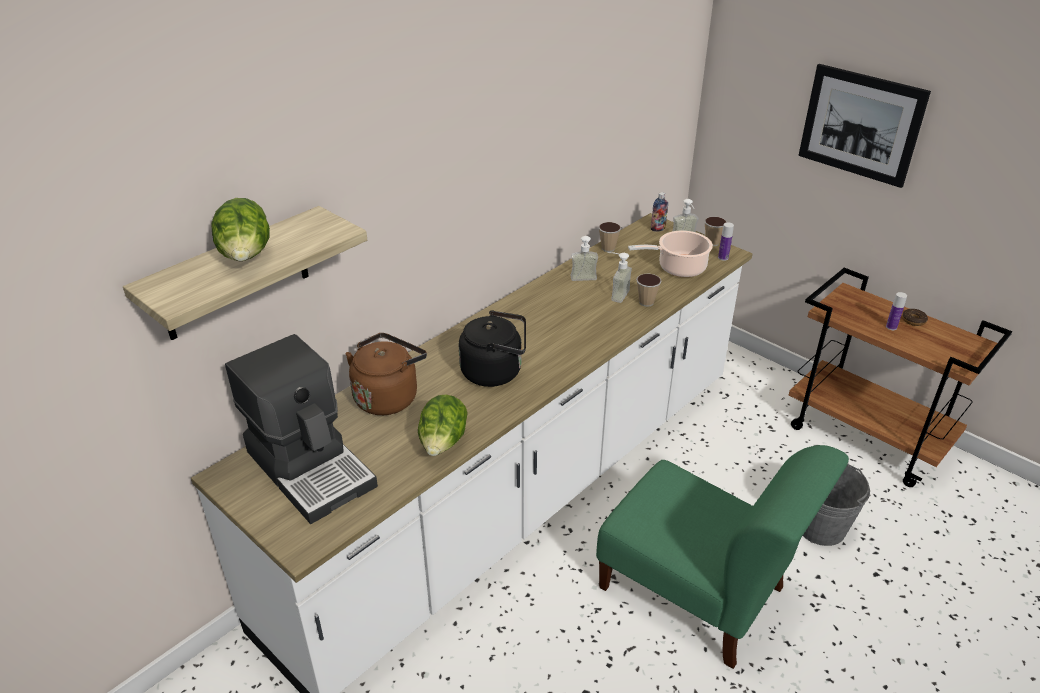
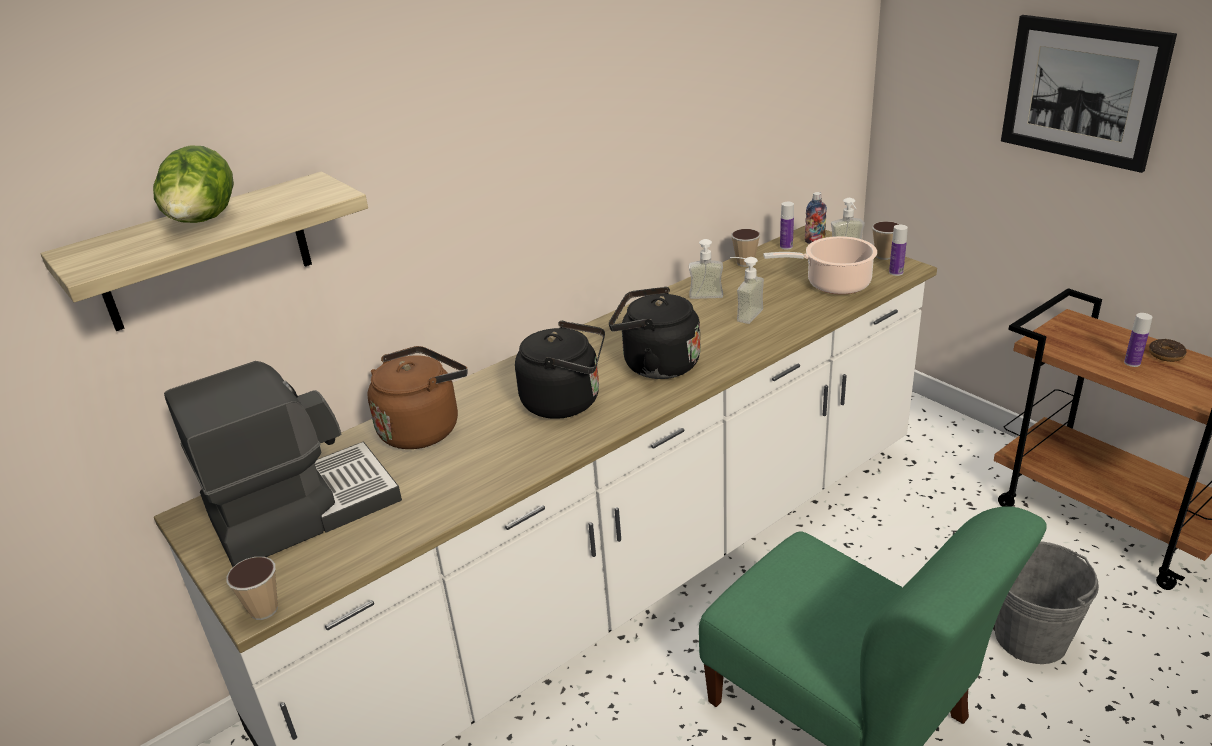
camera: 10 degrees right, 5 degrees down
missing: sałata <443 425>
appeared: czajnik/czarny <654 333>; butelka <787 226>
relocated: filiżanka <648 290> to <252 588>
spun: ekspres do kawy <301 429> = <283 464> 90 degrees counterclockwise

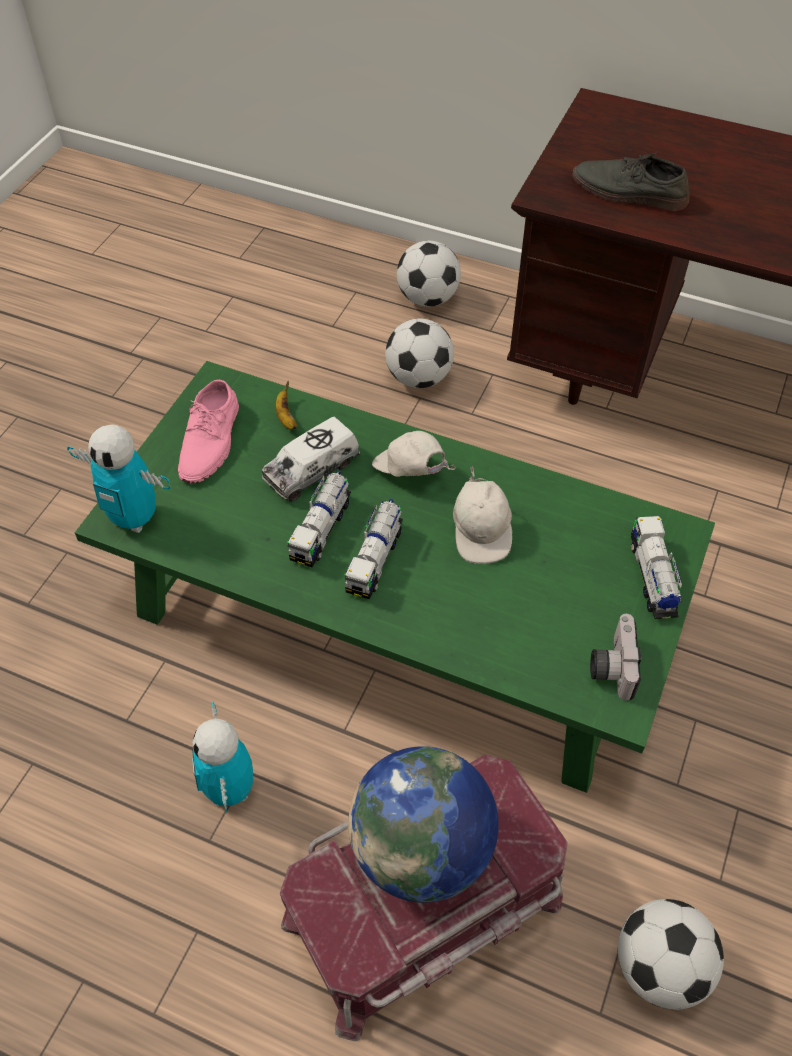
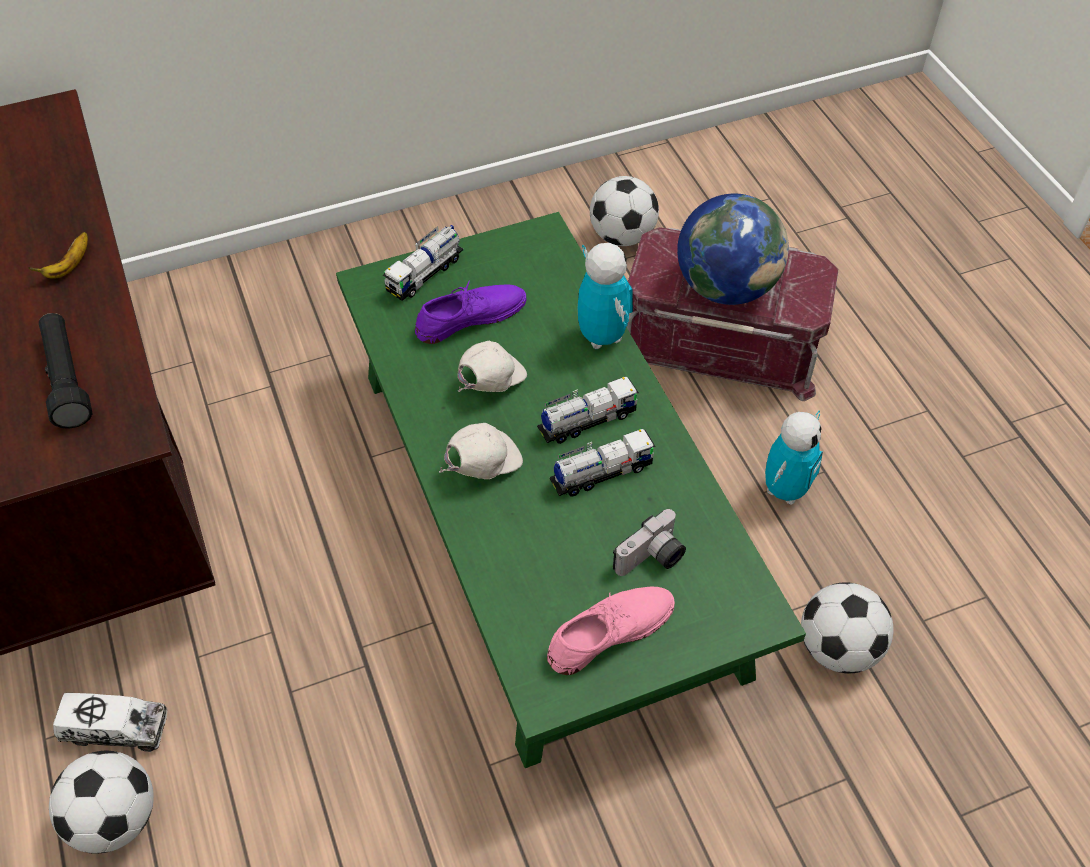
camera: 135 degrees left, 0 degrees up
appeared: but/fioletowy <471 312>
relocated: robot zabawkowy <118 478> to <605 296>; ciężarówka zabawkowa <311 459> to <110 722>; banan <286 405> to <58 255>; piłka futbolowa <419 353> to <847 627>; aparat fotograficzny <615 657> to <649 542>
exchanged: but/szary <631 181> to latarka/czarny <65 371>
spun: czapka z daszkiem/biały <414 454> = <481 451> 120 degrees counterclockwise

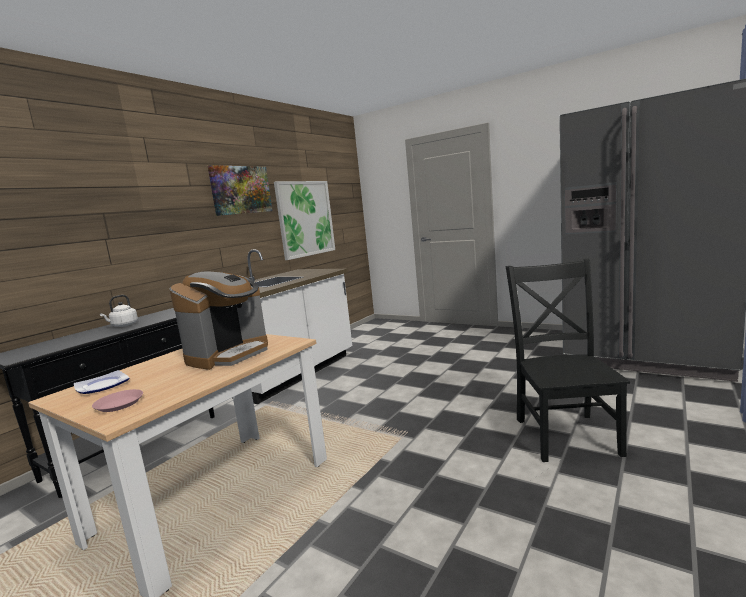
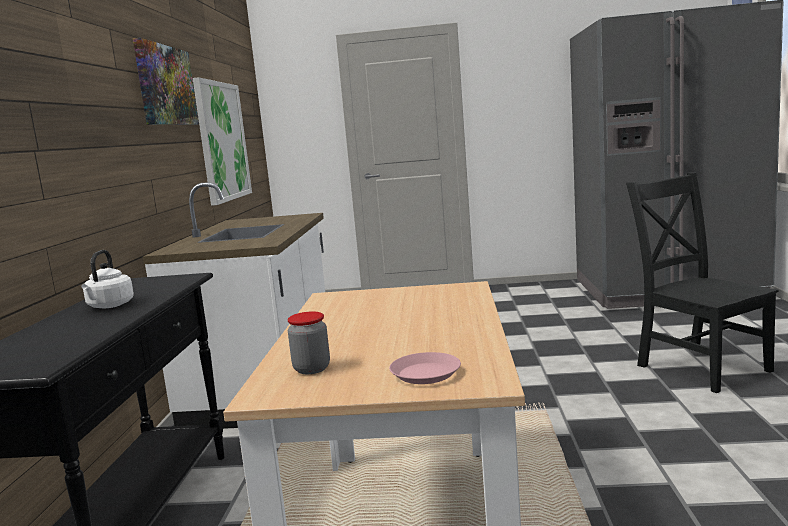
camera: 30 degrees left, 0 degrees up
missing: ekspres do kawy <218 321>
exchanged: talerz <102 382> to słoik <309 342>

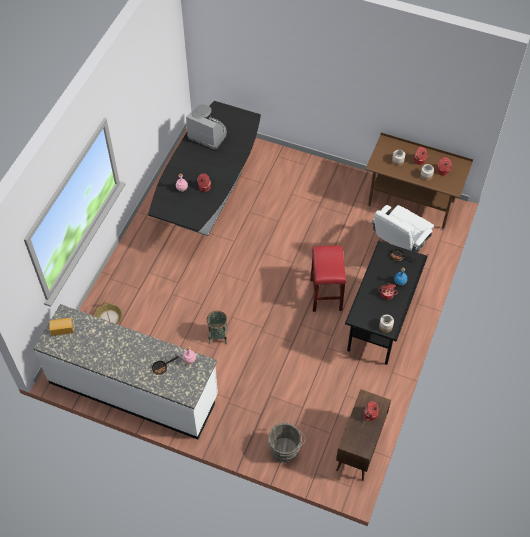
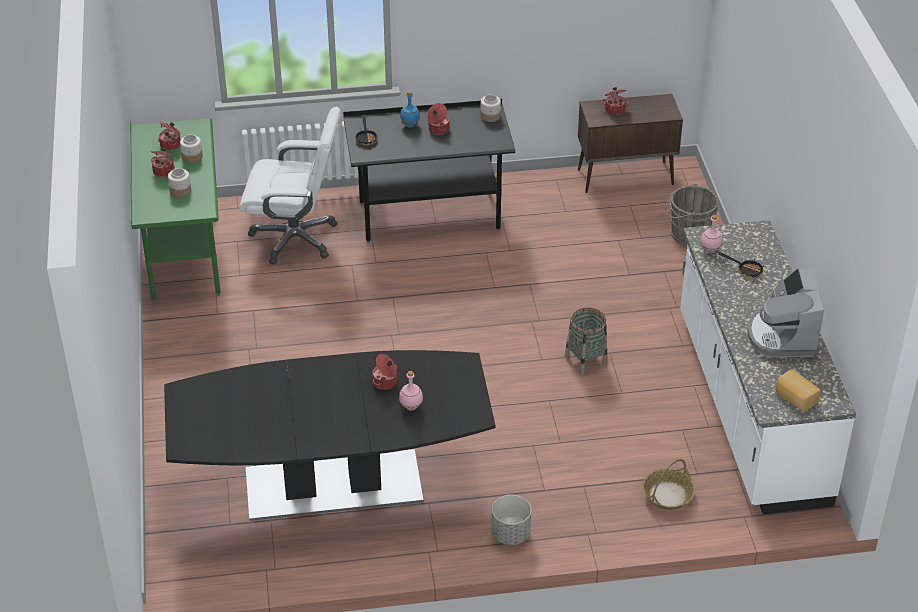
camera: 120 degrees left, 15 degrees down
missing: stołek/czerwony <328 279>
appeared: donica/szary <511 520>
relocated: ekspres do kawy <206 126> to <785 312>
colour: biurko/brązowy <419 181> to biurko/zielony <175 210>

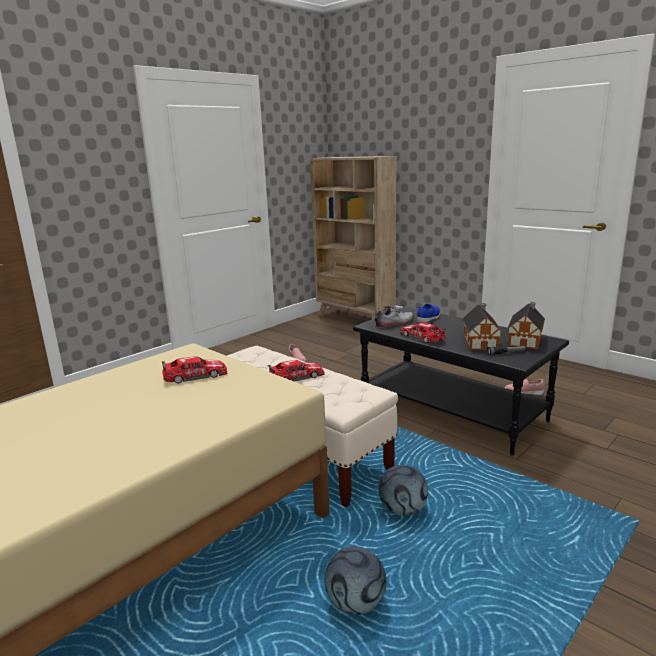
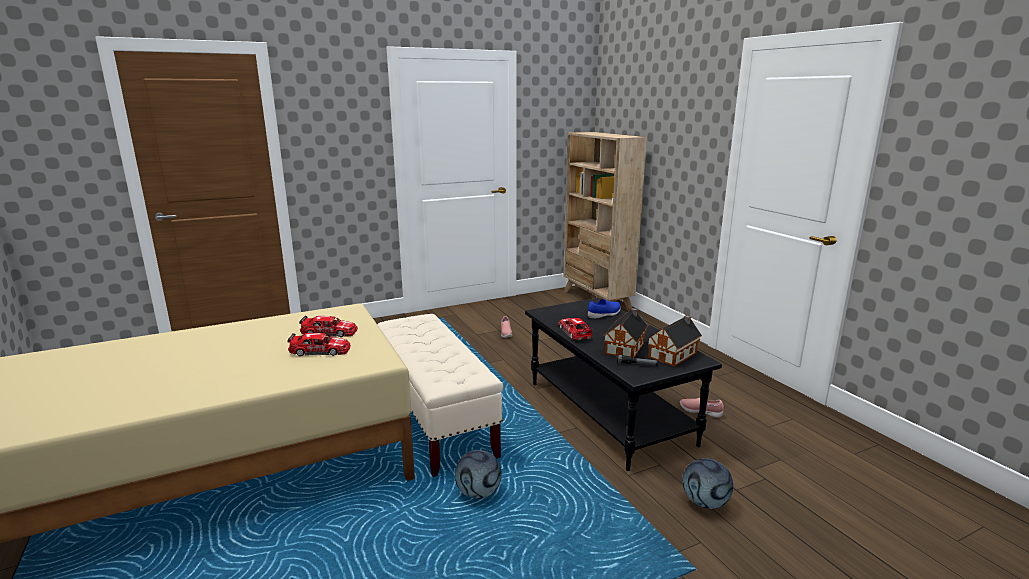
camera: 20 degrees right, 0 degrees up
missing: but <394 317>
relocated: samochodzik <296 371> to <319 344>; piłka futbolowa <355 580> to <708 483>

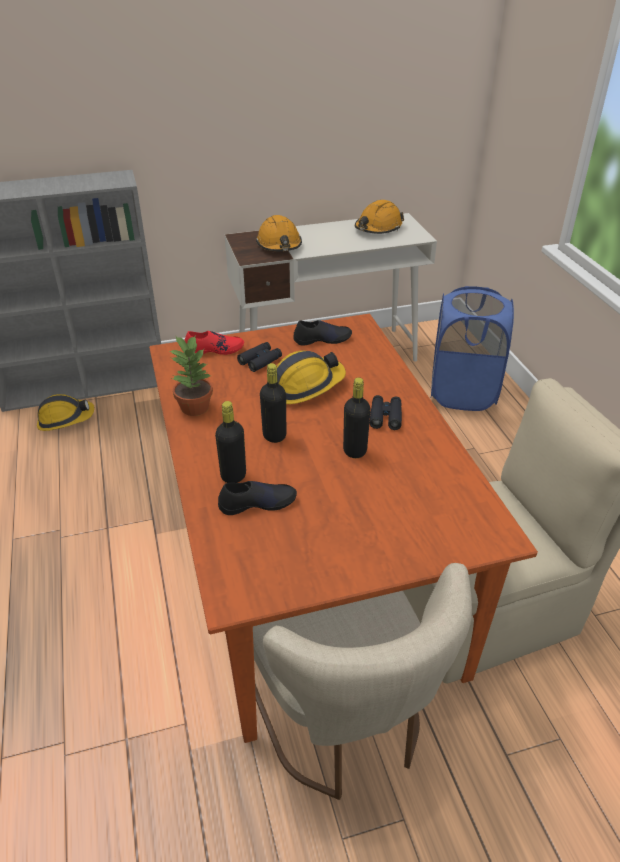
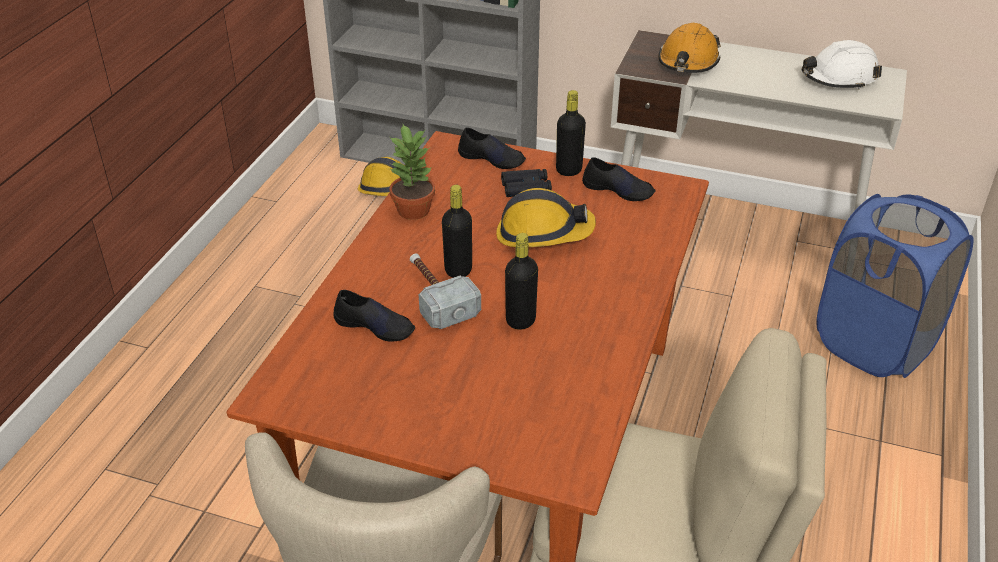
camera: 35 degrees right, 0 degrees up
missing: lornetka/czarny <386 412>
appeared: młotek <445 291>
relocated: butelka/czarny <230 442> to <571 133>
colour: but/czerwony <214 343> to but/czarny <492 148>; kask/pomarańczowy <379 217> to kask/biały <842 65>

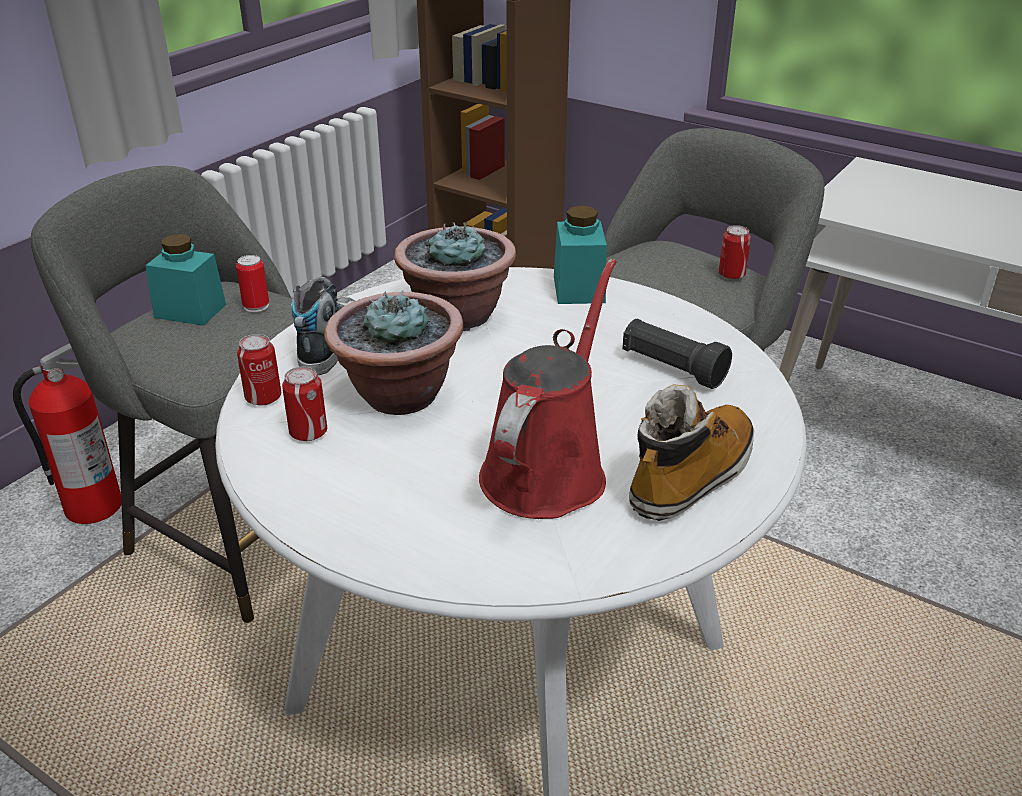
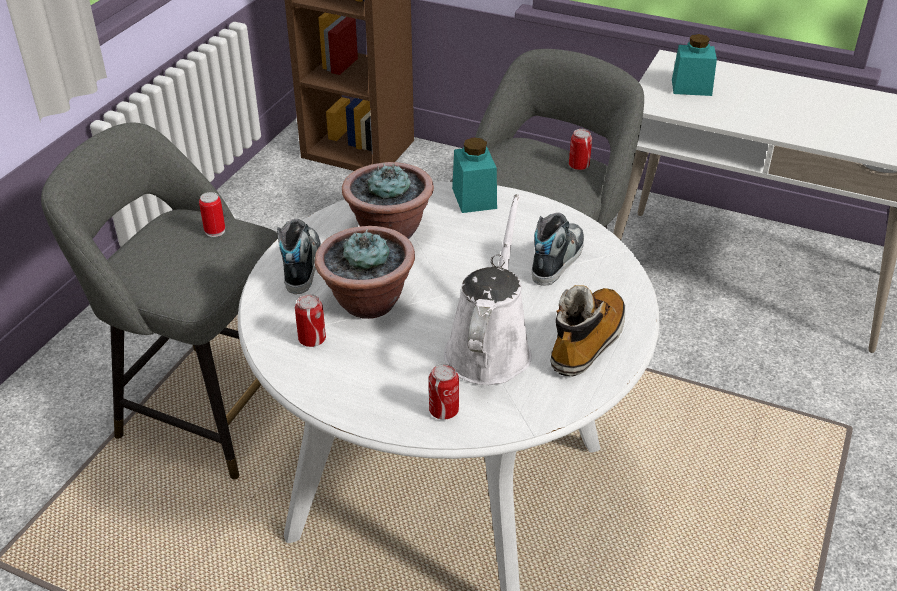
camera: 10 degrees left, 5 degrees up
missing: gaśnica <67 433>
relocated: słoik/turkusowy <185 280> to <694 65>; puszka <259 370> to <444 391>
exchanged: latarka/czarny <677 354> to but <558 249>
colour: konewka/czerwony <547 389> to konewka/biały <488 289>

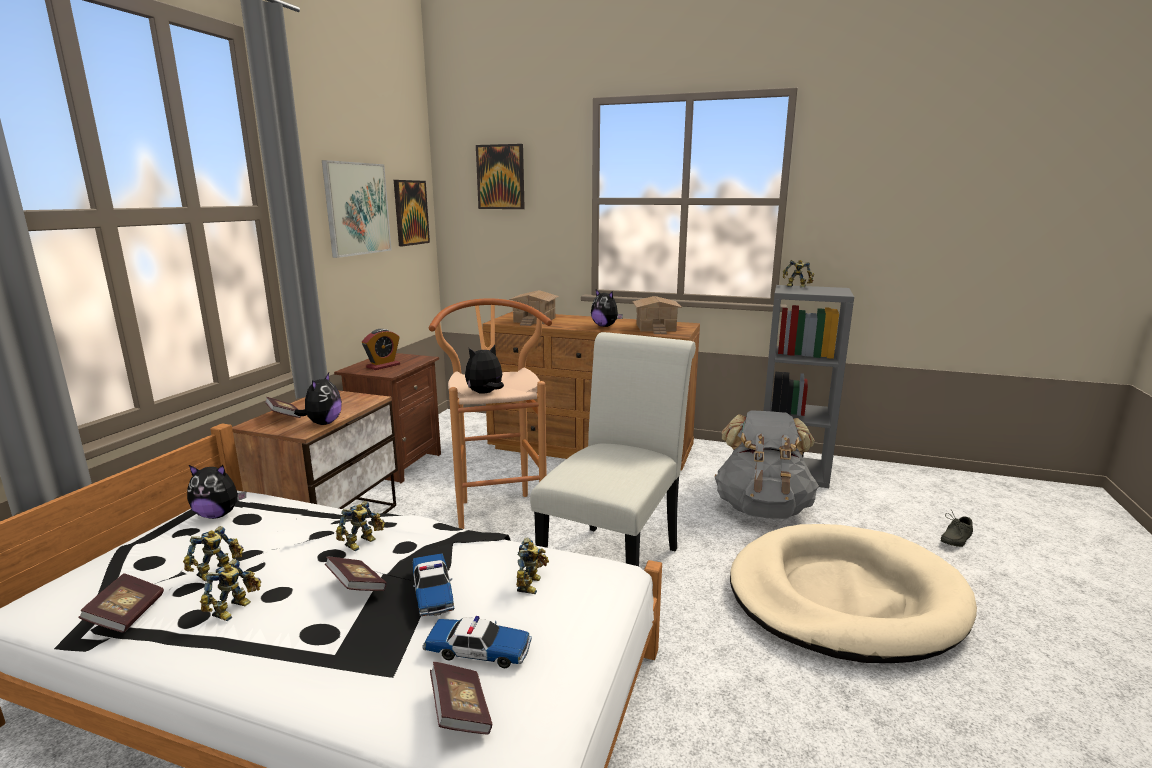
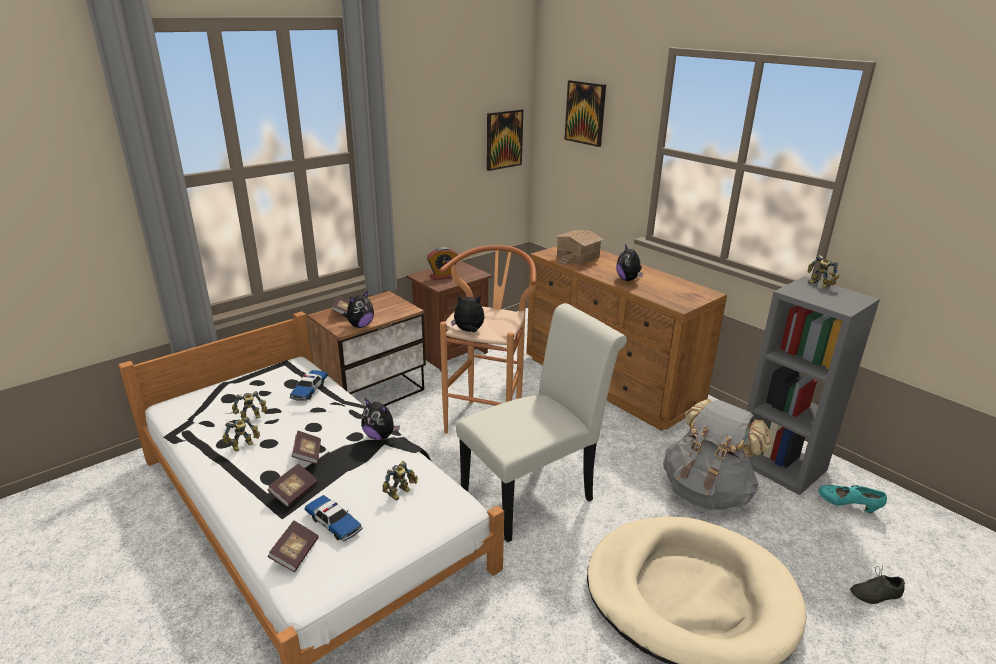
camera: 30 degrees right, 10 degrees up
missing: obraz <357 209>; robot zabawkowy <360 526>; domek <657 315>
appeared: but/turkusowy <852 499>
relocated: książka <121 603> to <292 485>; pluszak <216 492> to <380 419>; samochodzik <433 584> to <309 385>

